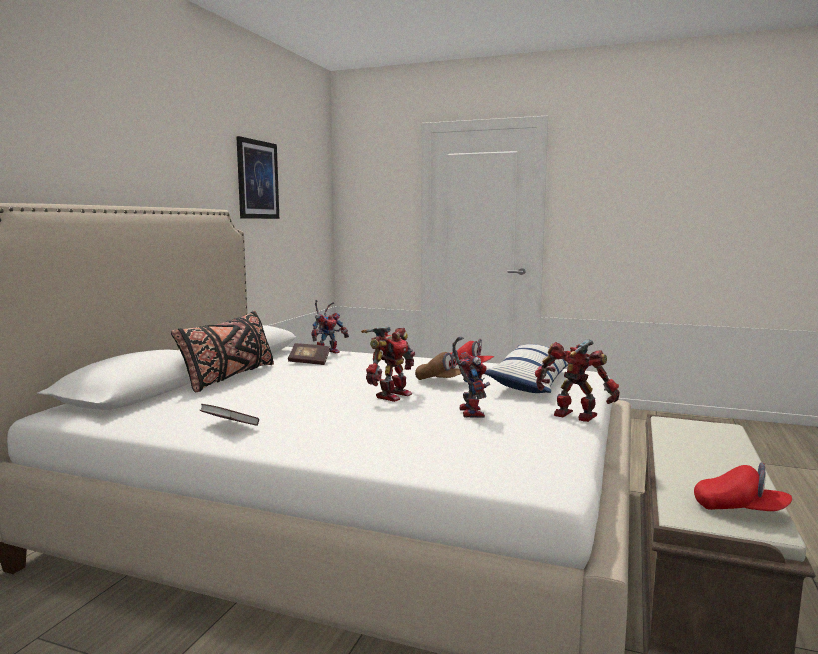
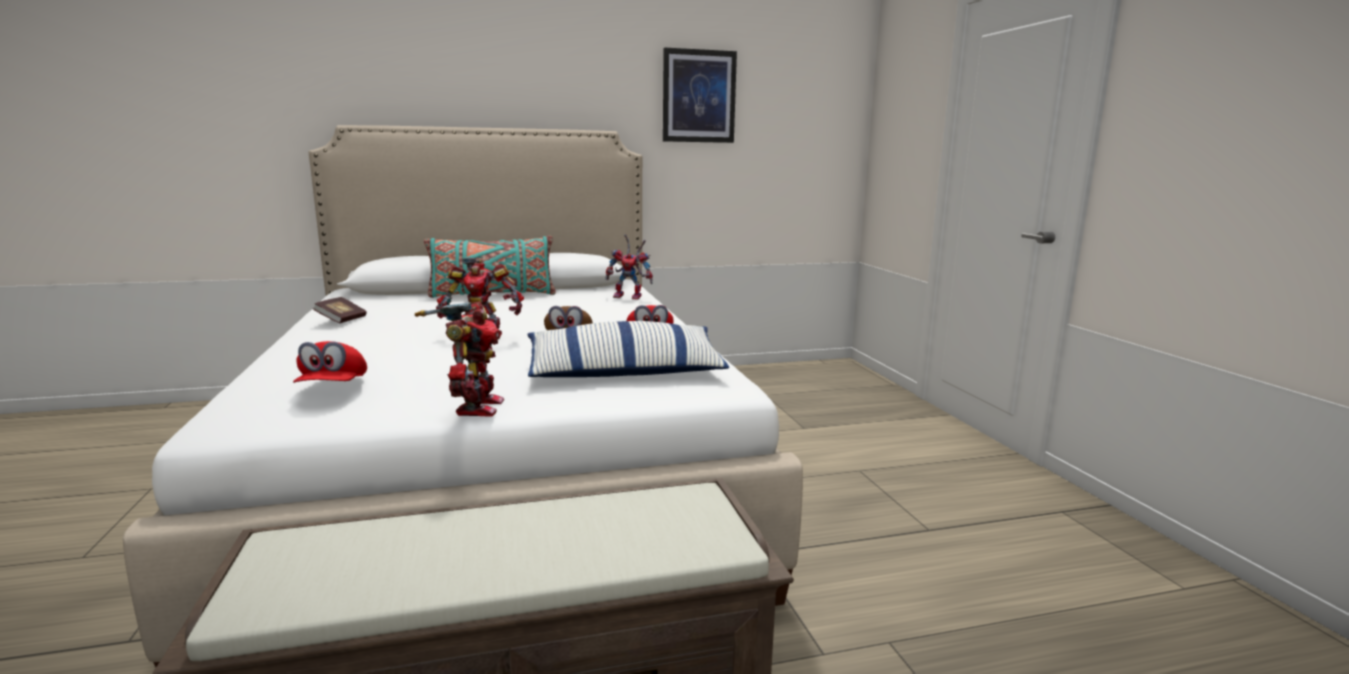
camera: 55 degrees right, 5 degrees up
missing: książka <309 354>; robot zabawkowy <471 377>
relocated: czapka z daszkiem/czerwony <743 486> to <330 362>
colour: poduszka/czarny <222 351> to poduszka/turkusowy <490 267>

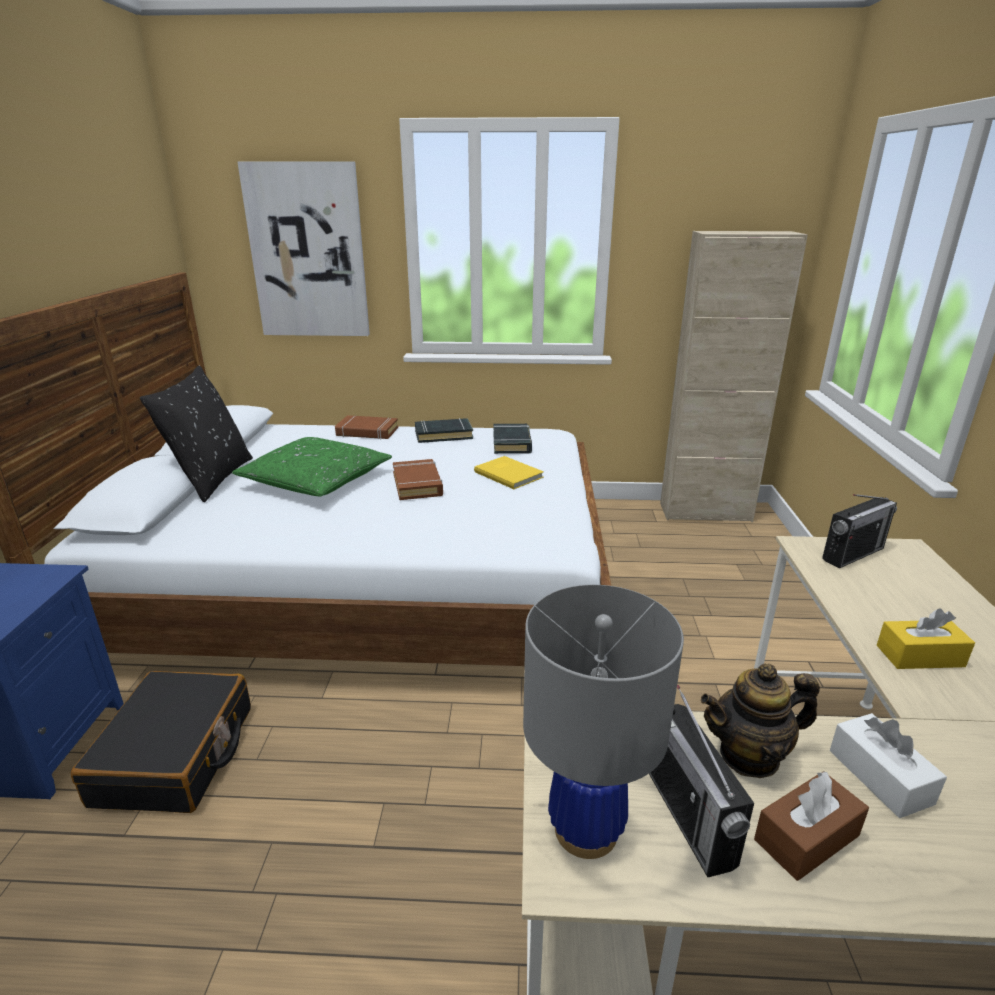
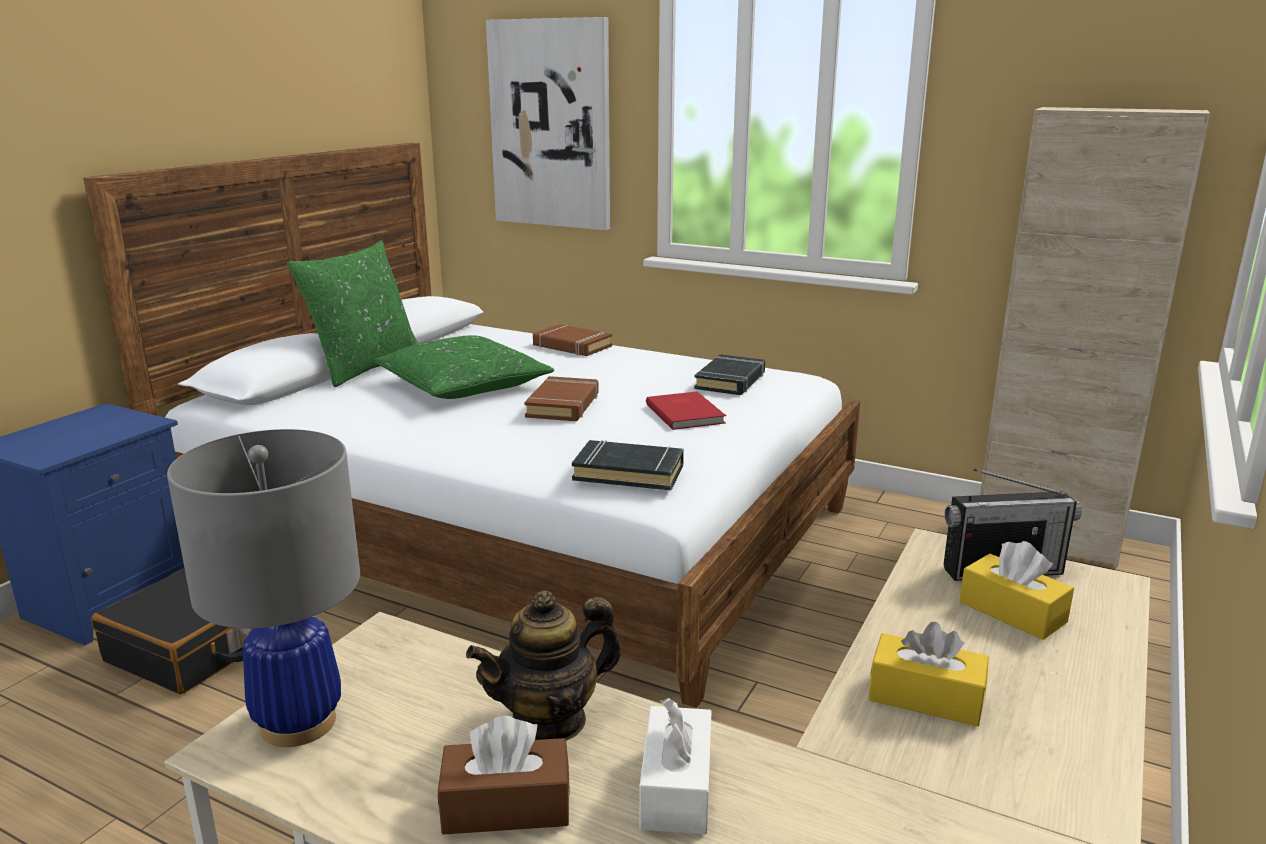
camera: 25 degrees right, 5 degrees down
missing: radio <701 781>
appeared: pudełko chusteczek/żółty <1017 590>
relocated: książka/czarny <444 430> to <628 465>
colour: poduszka/czarny <196 433> to poduszka/zielony <352 314>; książka/żółty <509 472> to książka/czerwony <686 410>
spun: imbryk <760 721> = <543 665> 45 degrees counterclockwise

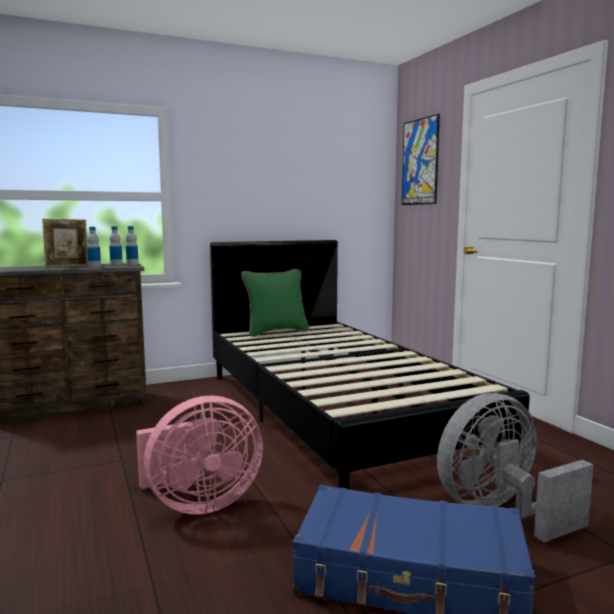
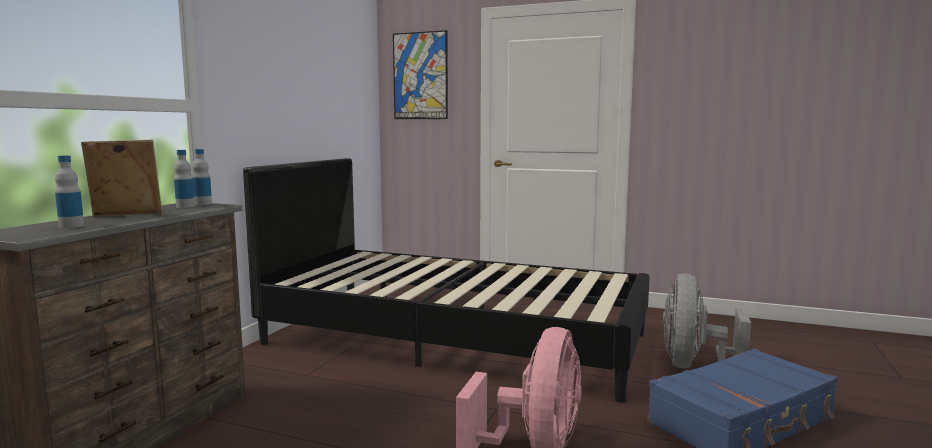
camera: 45 degrees left, 0 degrees up
missing: poduszka/zielony <275 303>
relocated: butelka <94 247> to <69 191>
spun: ramka na zdjęcie <65 243> = <121 178> 120 degrees counterclockwise

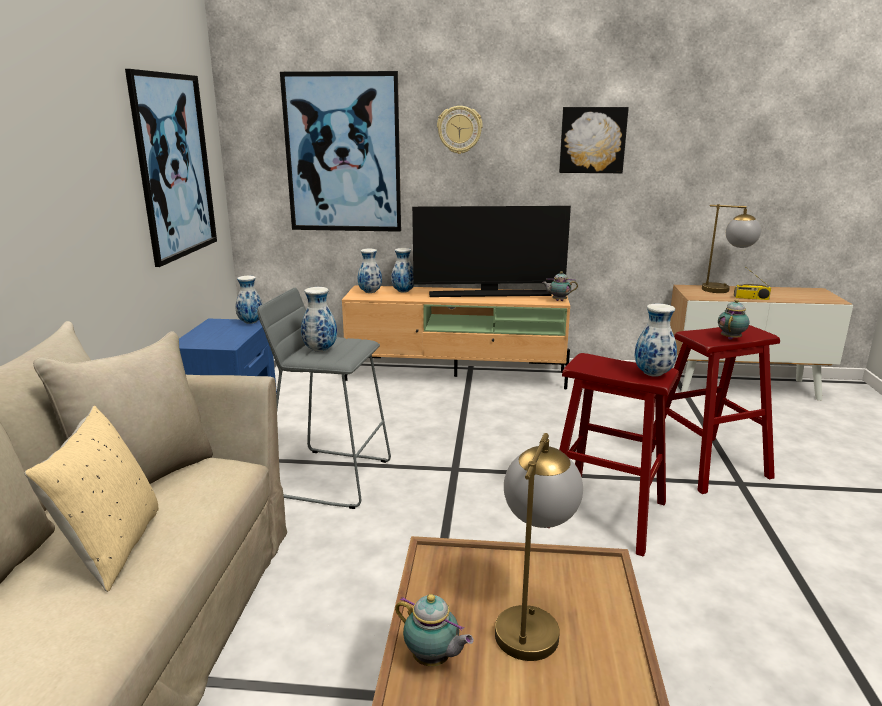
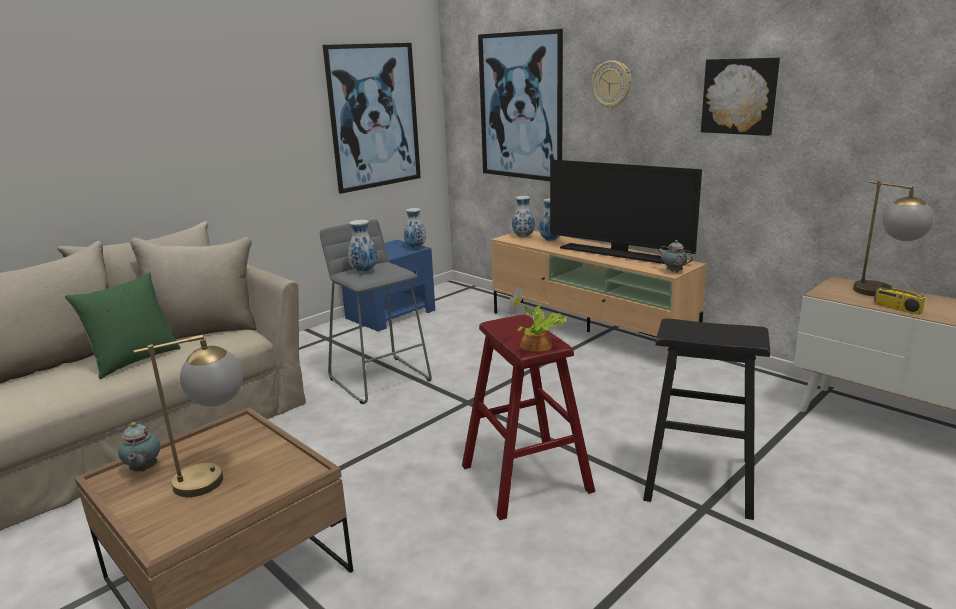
camera: 40 degrees right, 0 degrees up
missing: imbryk <733 319>
exchanged: wazon <656 340> to roślina doniczkowa <538 319>
colour: poduszka/beżowy <91 499> to poduszka/zielony <122 325>; stołek/czerwony <716 409> to stołek/czarny <706 419>

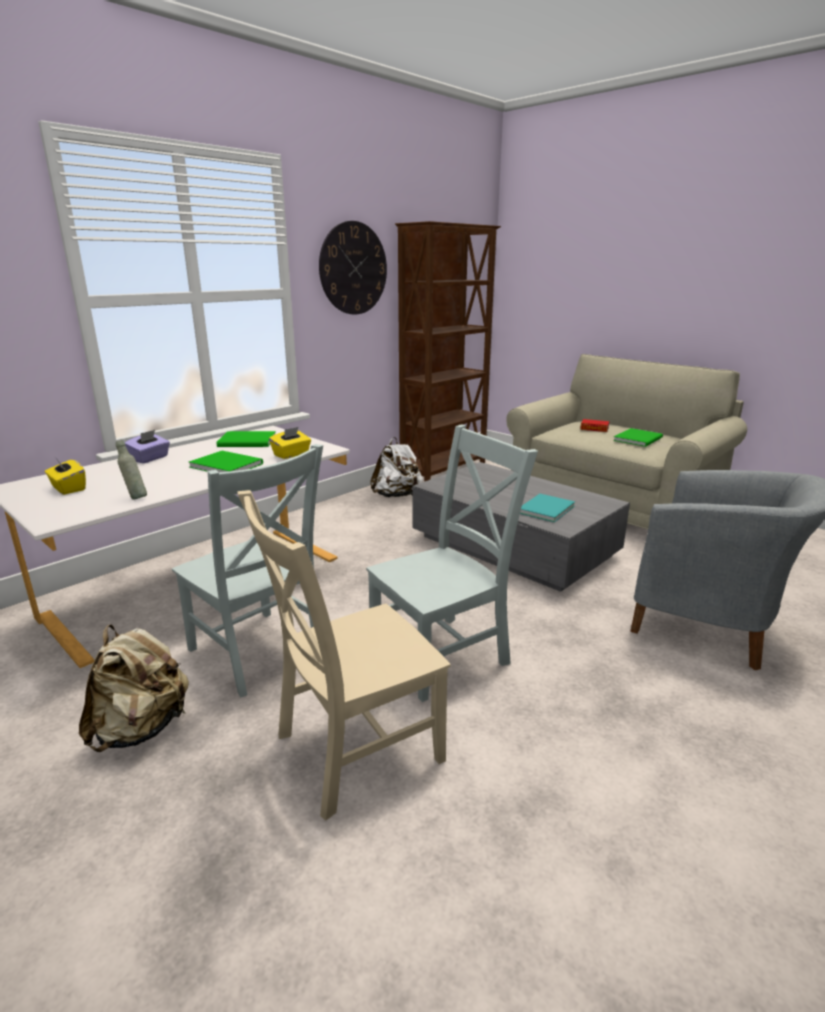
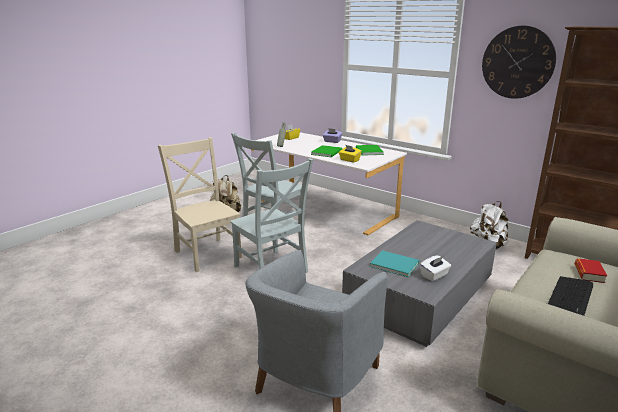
camera: 85 degrees right, 0 degrees up
appeared: pudełko chusteczek/biały <435 268>
exchanged: książka/zielony <638 437> to klawiatura <570 296>

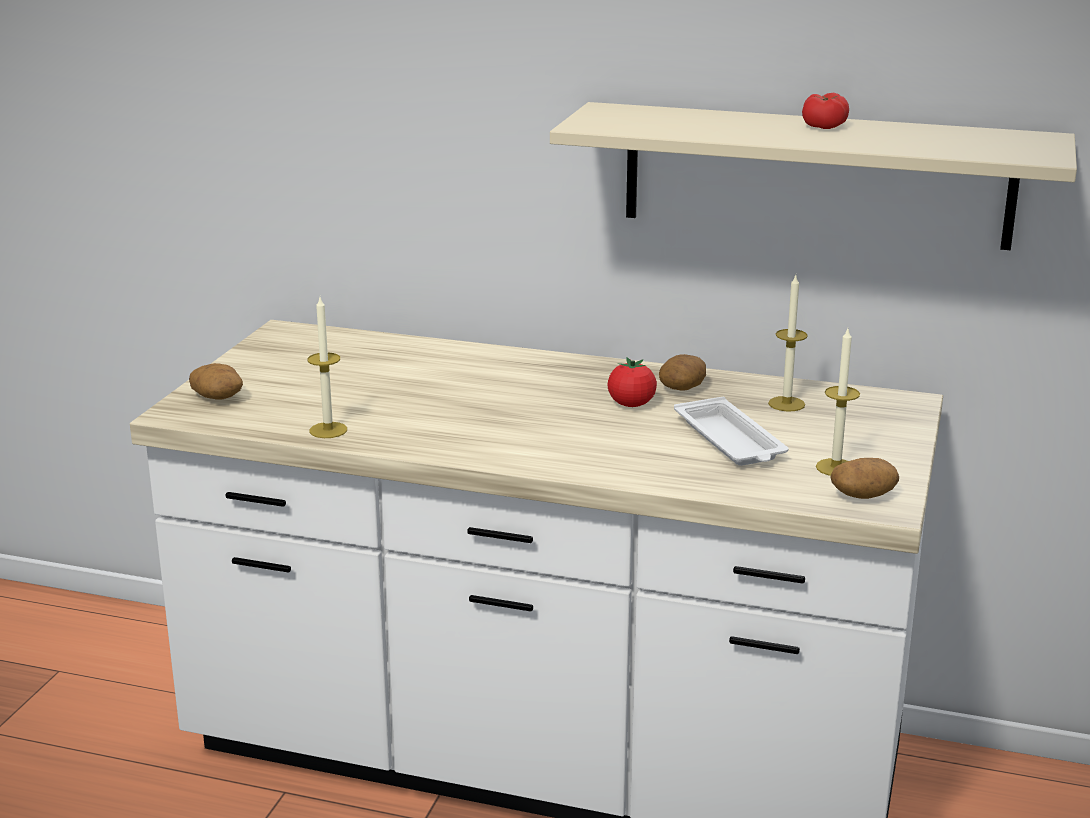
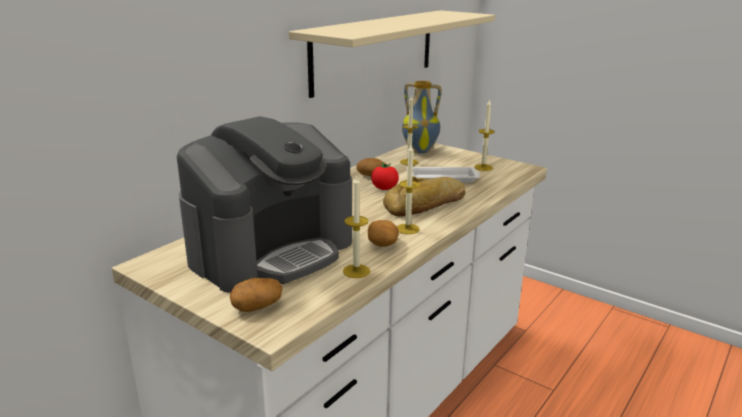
camera: 70 degrees left, 0 degrees up
missing: pomidor <825 111>
appeared: ekspres do kawy <264 204>; chleb <424 196>; świeca <408 189>; wazon <422 117>
relocated: ziemniak <865 478> to <383 233>

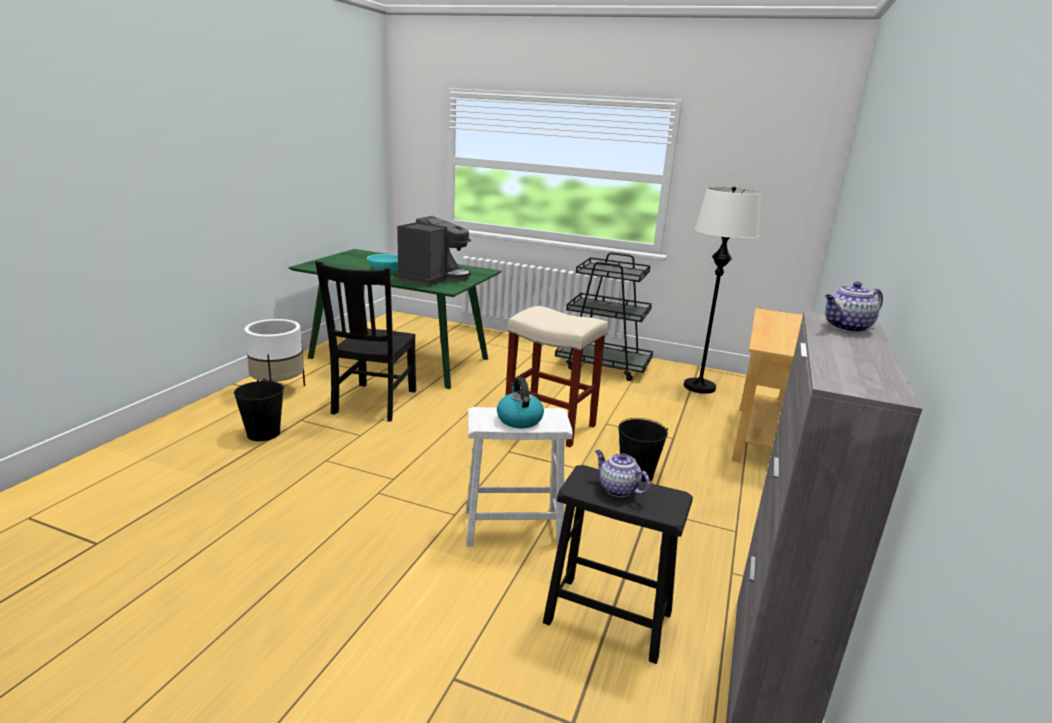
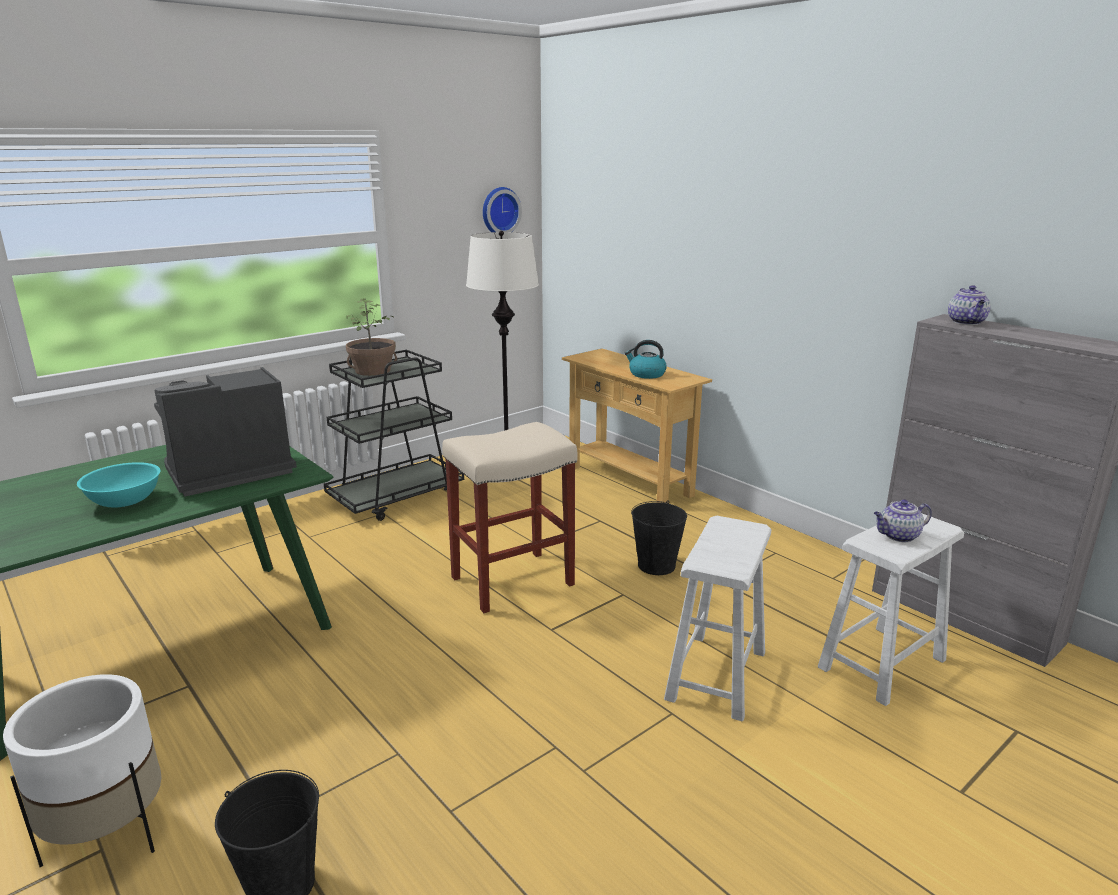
camera: 60 degrees left, 0 degrees up
missing: krzesło/czarny <365 341>
appeared: roślina doniczkowa <371 337>; zegar ścienny <502 209>
relocated: czajnik <520 402> to <645 359>
colour: stołek/czarny <618 564> to stołek/biały <891 609>
spun: ekspres do kawy <432 251> = <225 432> 90 degrees counterclockwise

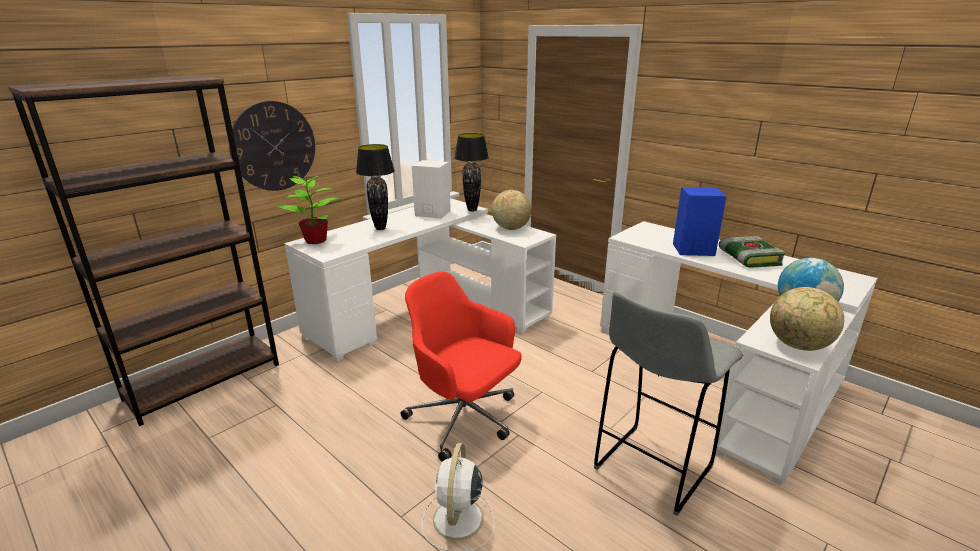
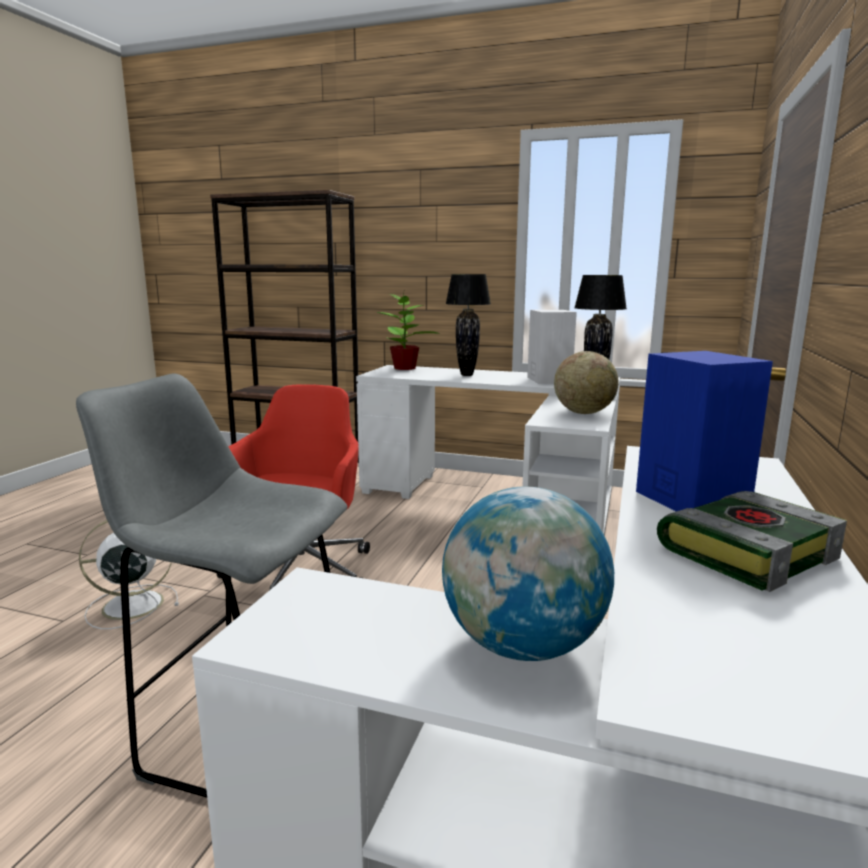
camera: 65 degrees right, 10 degrees down
missing: zegar ścienny <272 146>; globus <807 319>

